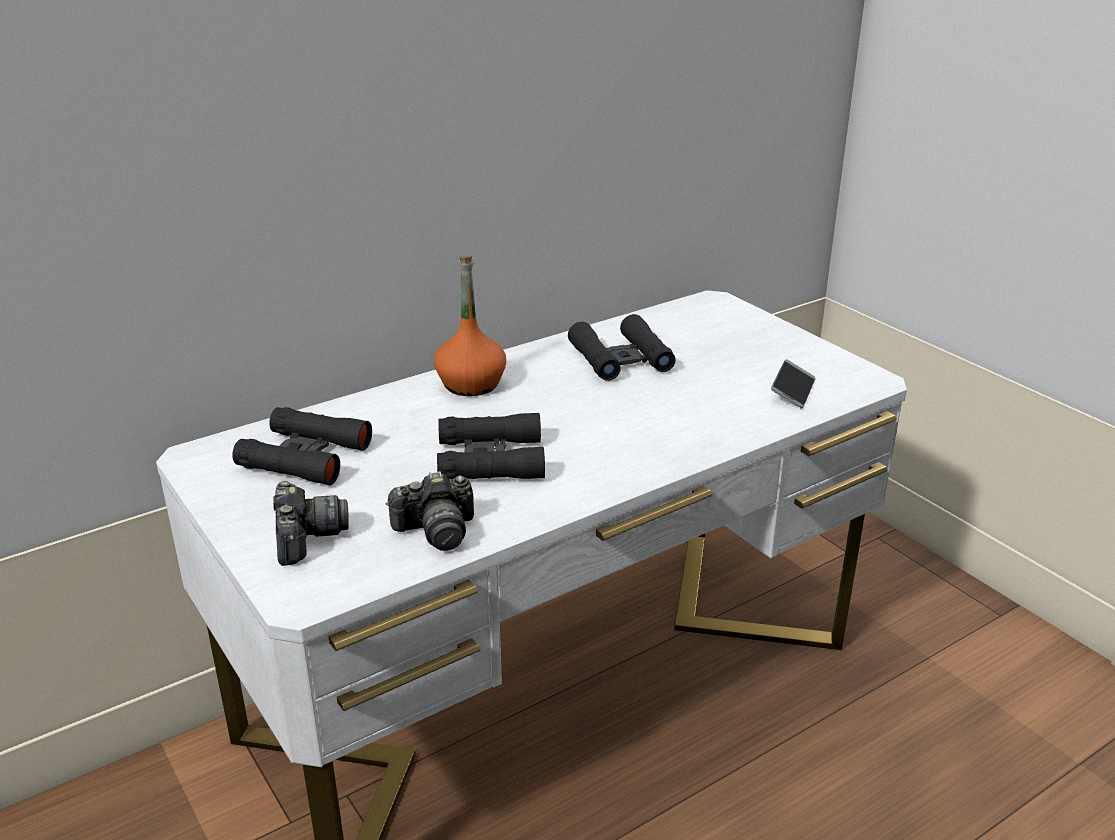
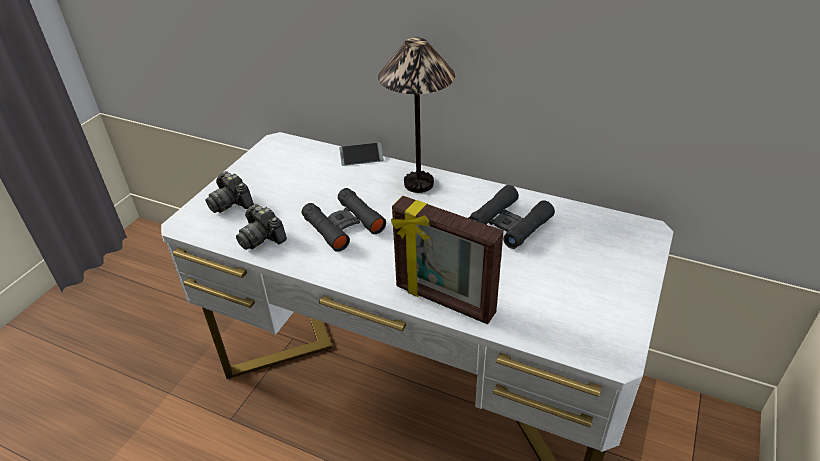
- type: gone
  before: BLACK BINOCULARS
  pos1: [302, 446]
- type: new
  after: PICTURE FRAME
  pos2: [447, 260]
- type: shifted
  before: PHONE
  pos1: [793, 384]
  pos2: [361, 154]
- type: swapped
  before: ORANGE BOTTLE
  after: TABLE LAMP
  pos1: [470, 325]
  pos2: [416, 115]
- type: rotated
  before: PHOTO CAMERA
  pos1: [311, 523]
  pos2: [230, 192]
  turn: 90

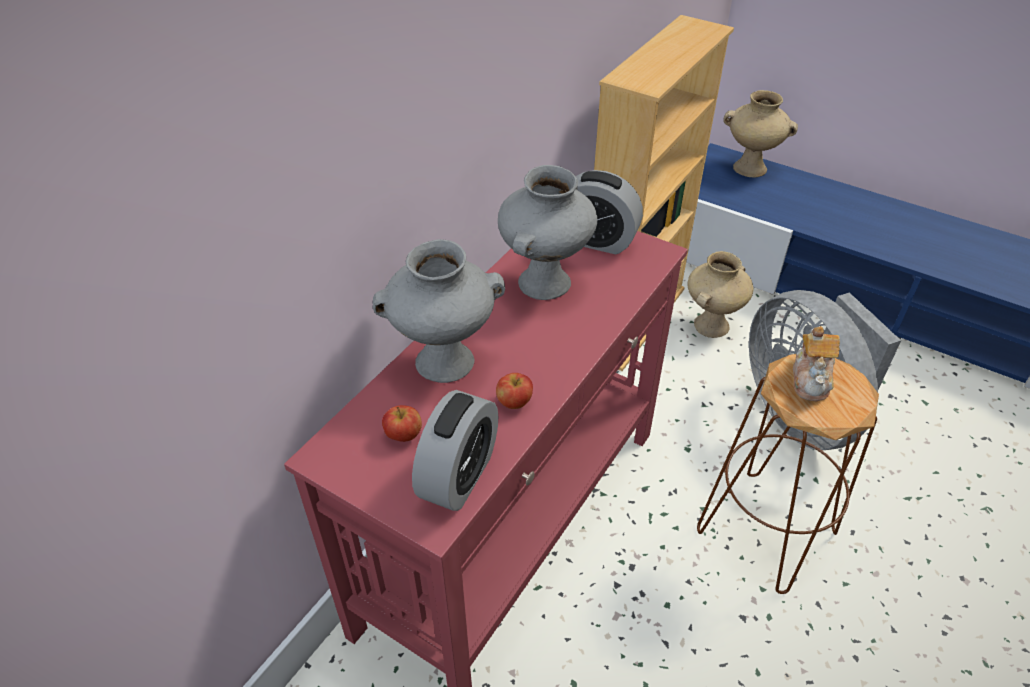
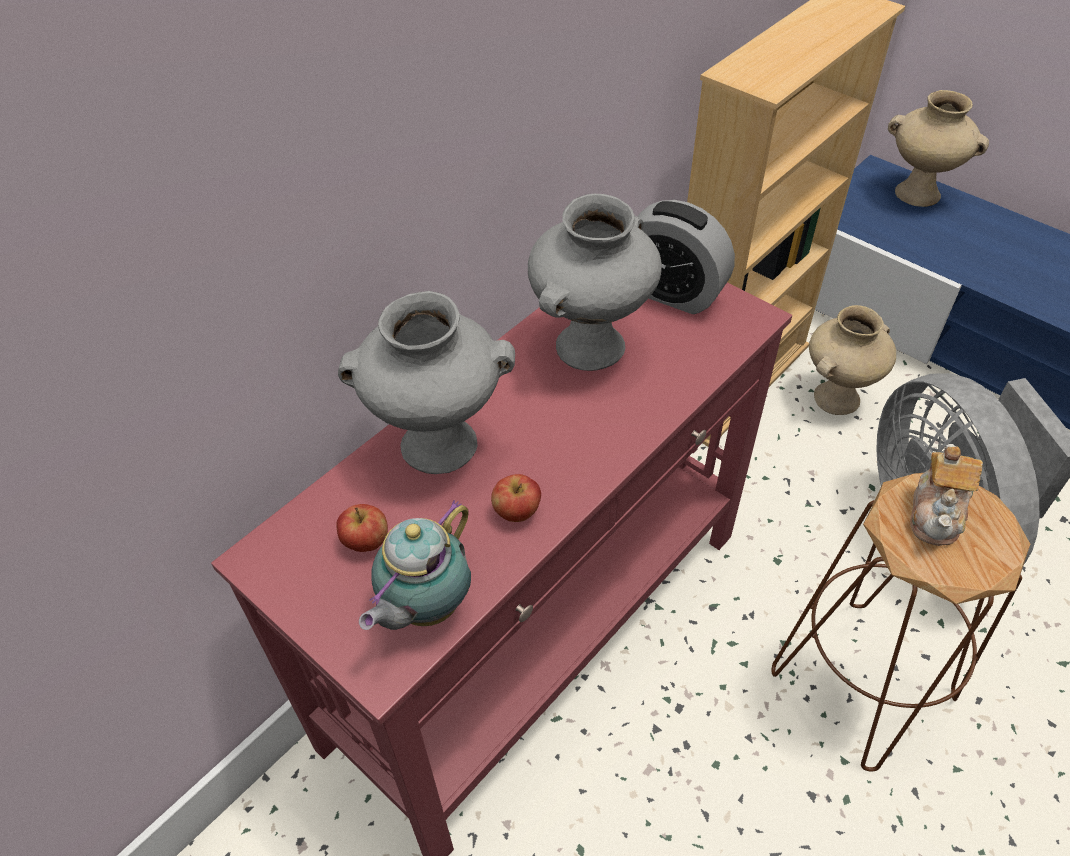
- type: swapped
  before: ALARM CLOCK
  after: TEAPOT
  pos1: [455, 450]
  pos2: [415, 565]

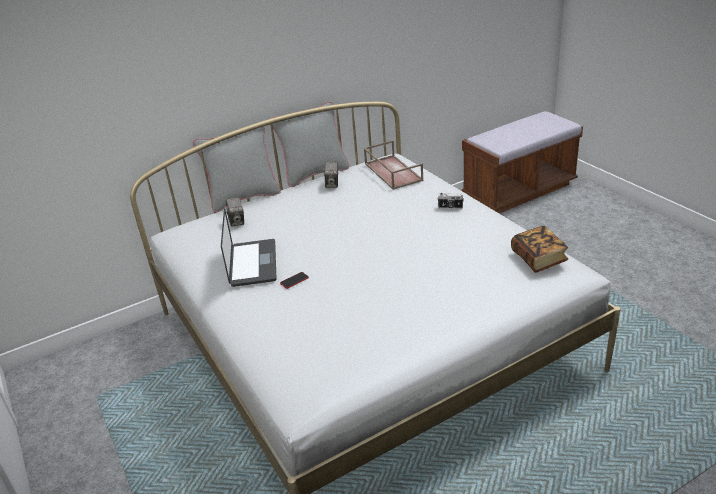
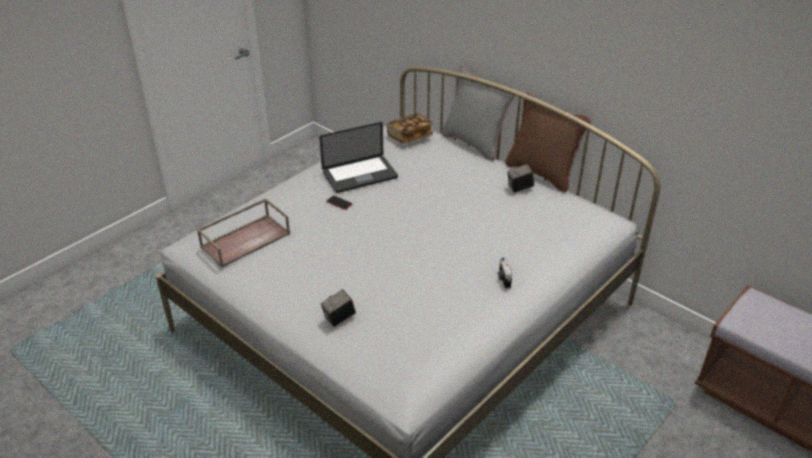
- type: shifted
  before: PHOTO CAMERA
  pos1: [235, 212]
  pos2: [338, 308]
- type: shifted
  before: BROWN TRAY
  pos1: [394, 165]
  pos2: [243, 233]
- type: shifted
  before: BOOK
  pos1: [539, 249]
  pos2: [410, 128]
- type: repainted
  before: GREY PILLOW
  after: BROWN PILLOW
  pos1: [310, 144]
  pos2: [548, 143]

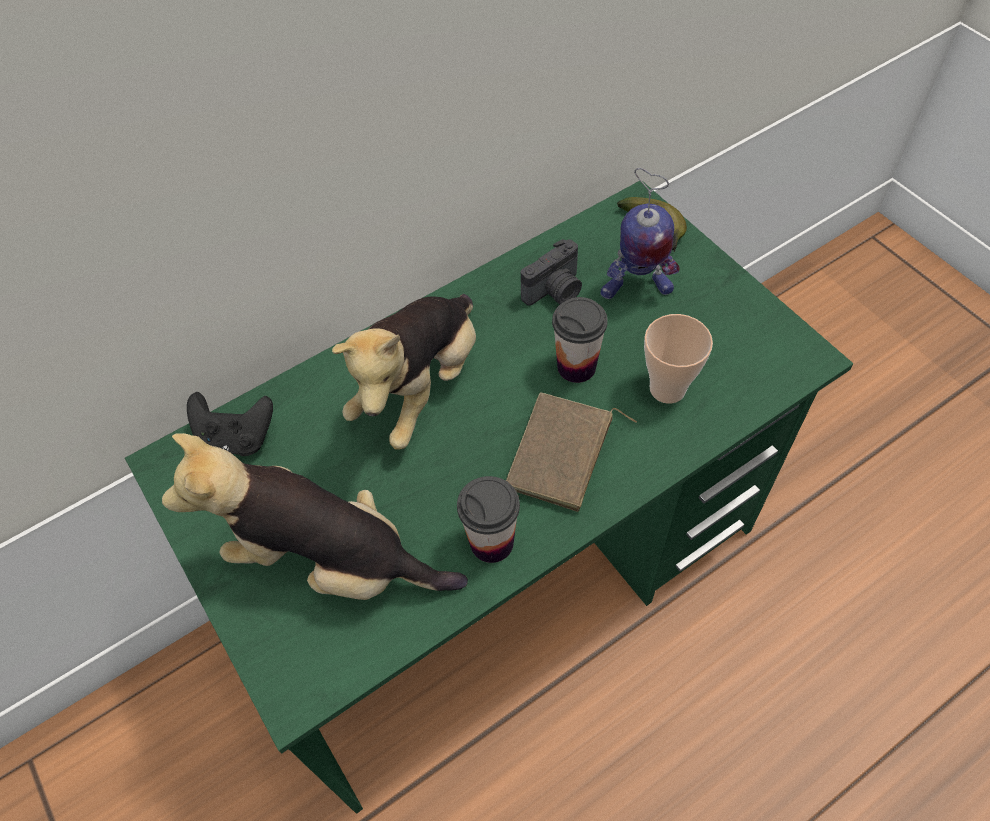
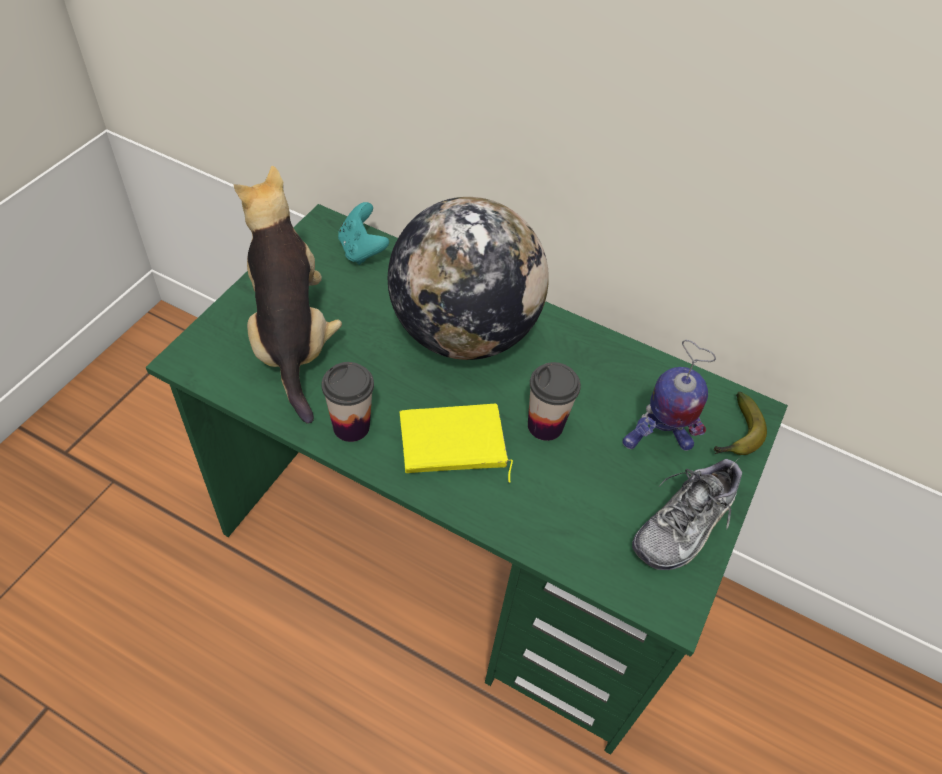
- type: gone
  before: PHOTO CAMERA
  pos1: [551, 272]
- type: gone
  before: CUP
  pos1: [678, 359]
- type: new
  after: SHOE
  pos2: [687, 514]
- type: swapped
  before: PLUSH TOY
  after: GLOBE
  pos1: [404, 371]
  pos2: [468, 278]
- type: repainted
  before: BLACK GAME CONTROLLER
  after: TURQUOISE GAME CONTROLLER
  pos1: [230, 424]
  pos2: [363, 233]
- type: repainted
  before: BROWN BOOK
  after: YELLOW BOOK
  pos1: [571, 452]
  pos2: [456, 443]
- type: rotated
  before: TOY ROBOT
  pos1: [640, 233]
  pos2: [669, 395]
  turn: -60

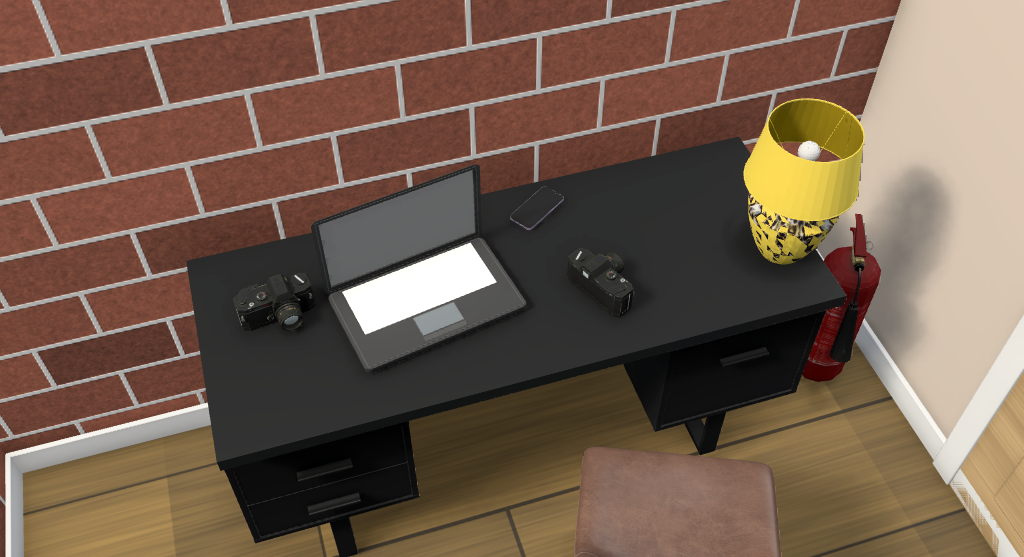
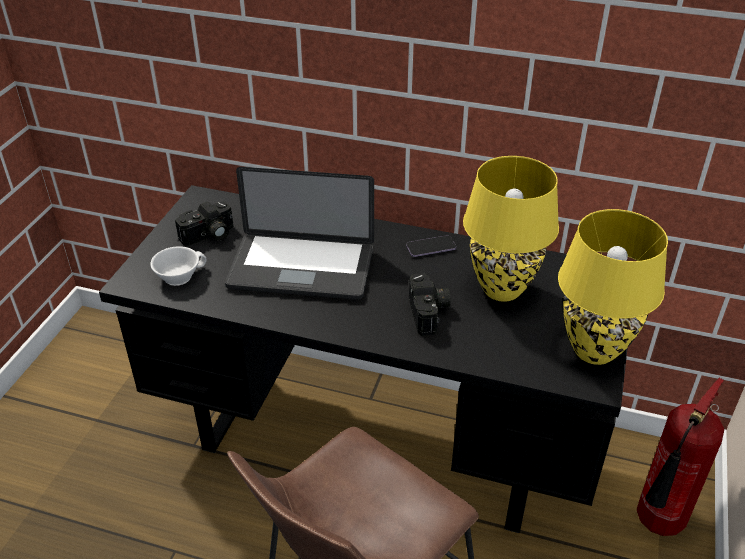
- type: new
  after: WHITE CUP
  pos2: [178, 266]
- type: new
  after: YELLOW TABLE LAMP
  pos2: [511, 229]
- type: rotated
  before: PHOTO CAMERA
  pos1: [274, 302]
  pos2: [204, 223]
  turn: -45

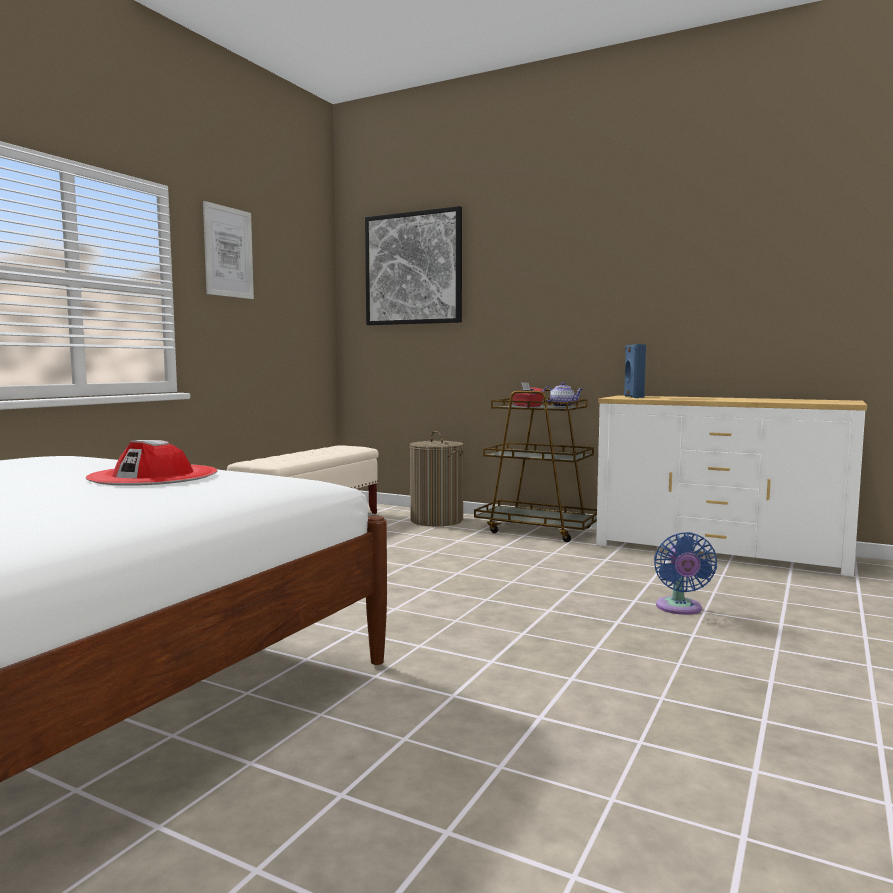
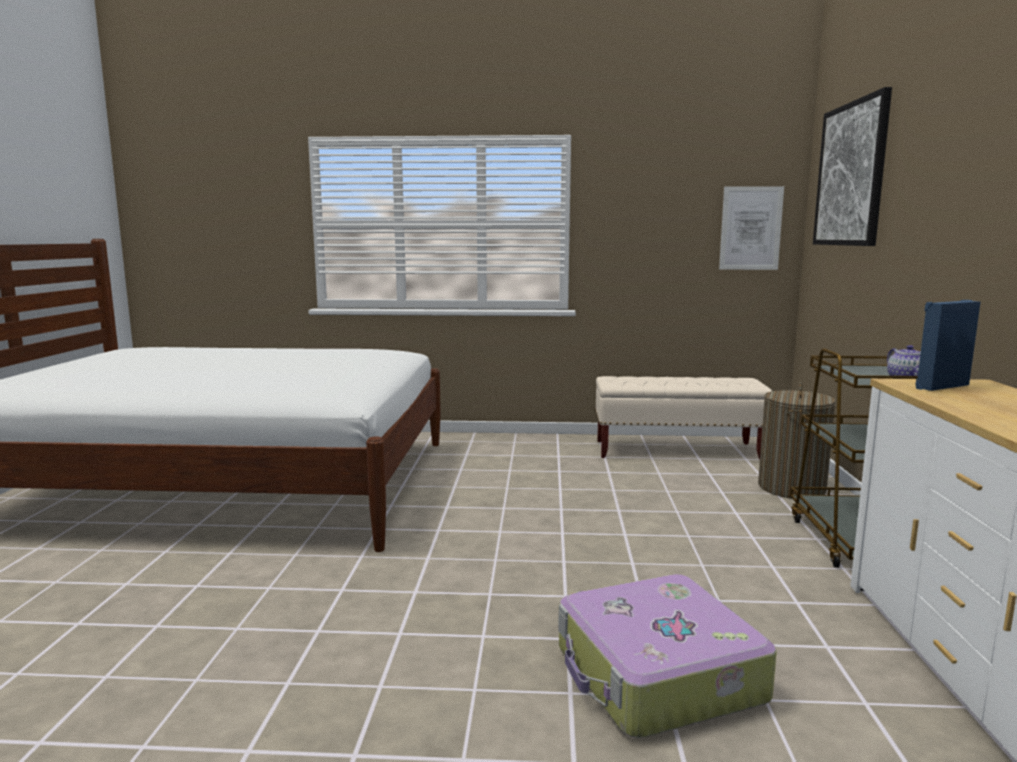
- type: gone
  before: RED HAT
  pos1: [151, 463]
- type: gone
  before: RED TISSUE BOX
  pos1: [527, 394]
- type: shifted
  before: PICTURE
  pos1: [228, 250]
  pos2: [751, 228]
- type: swapped
  before: BLUE FAN
  after: SUITCASE
  pos1: [685, 573]
  pos2: [667, 656]

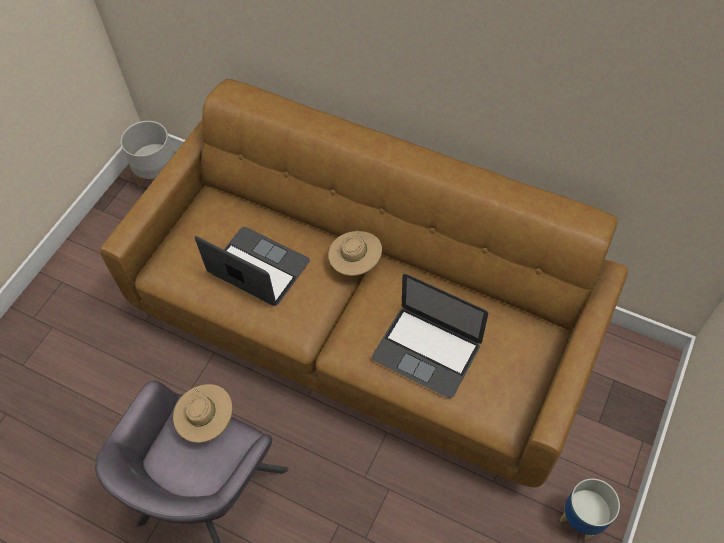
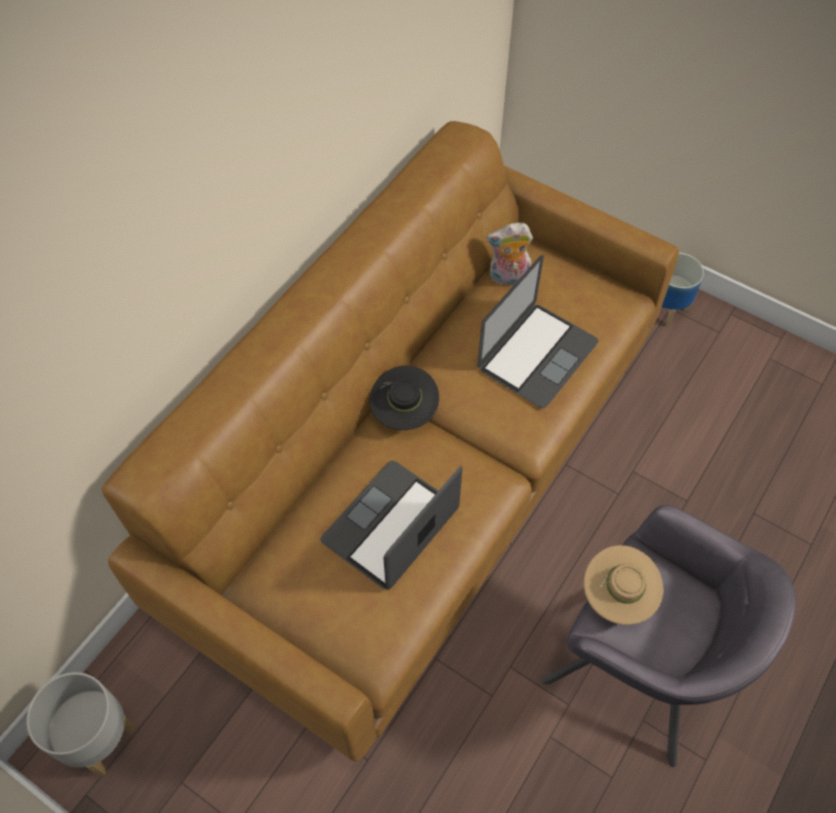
- type: new
  after: PLUSH TOY
  pos2: [509, 254]
- type: repainted
  before: BEIGE HAT
  after: BLACK HAT
  pos1: [355, 253]
  pos2: [404, 398]

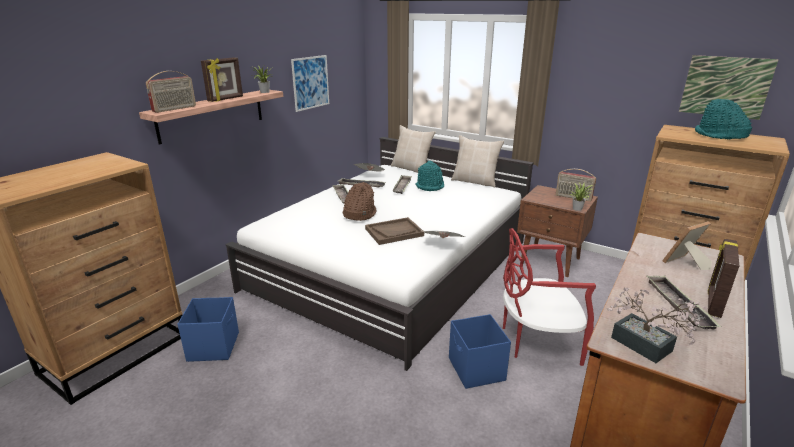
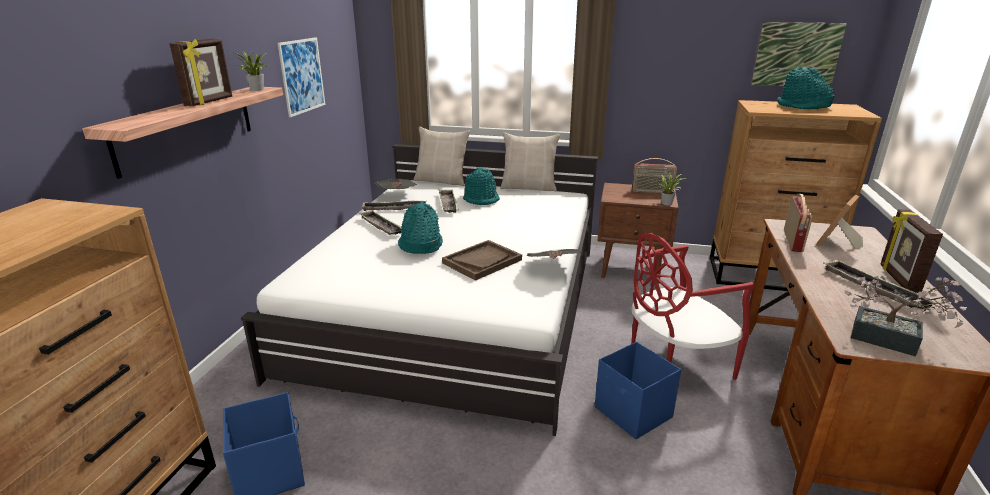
- type: shifted
  before: RADIO
  pos1: [171, 92]
  pos2: [798, 223]
- type: repainted
  before: BROWN HAT
  after: TURQUOISE HAT
  pos1: [359, 201]
  pos2: [420, 228]

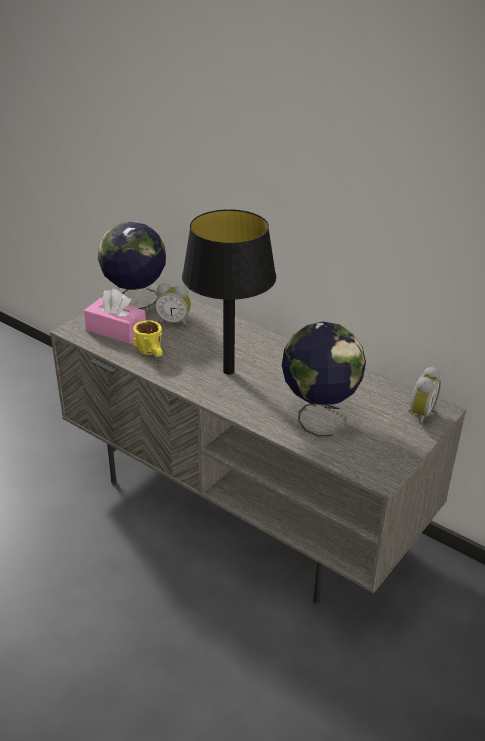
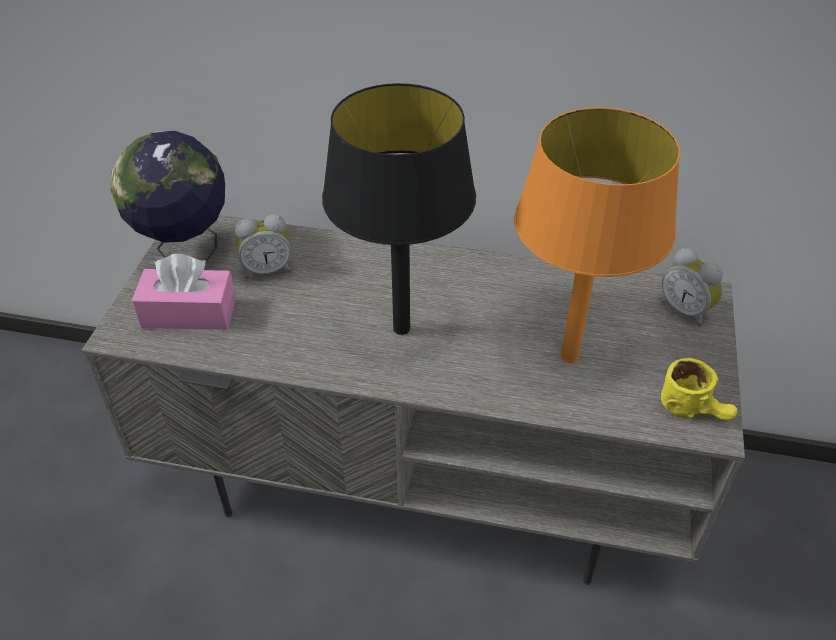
- type: shifted
  before: YELLOW MUG
  pos1: [147, 338]
  pos2: [699, 389]
- type: swapped
  before: GLOBE
  after: ORANGE TABLE LAMP
  pos1: [324, 379]
  pos2: [597, 235]
- type: rotated
  before: ALARM CLOCK
  pos1: [425, 395]
  pos2: [692, 287]
  turn: 135

